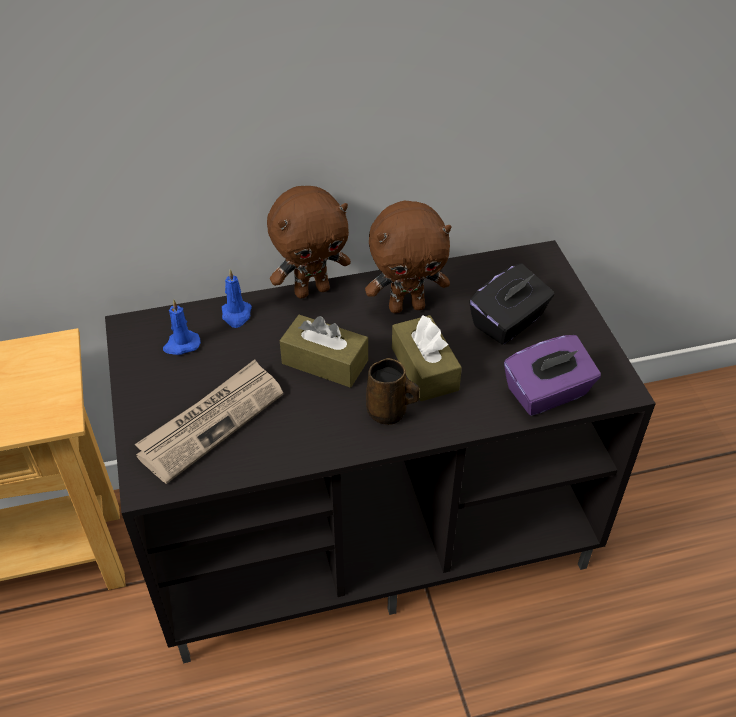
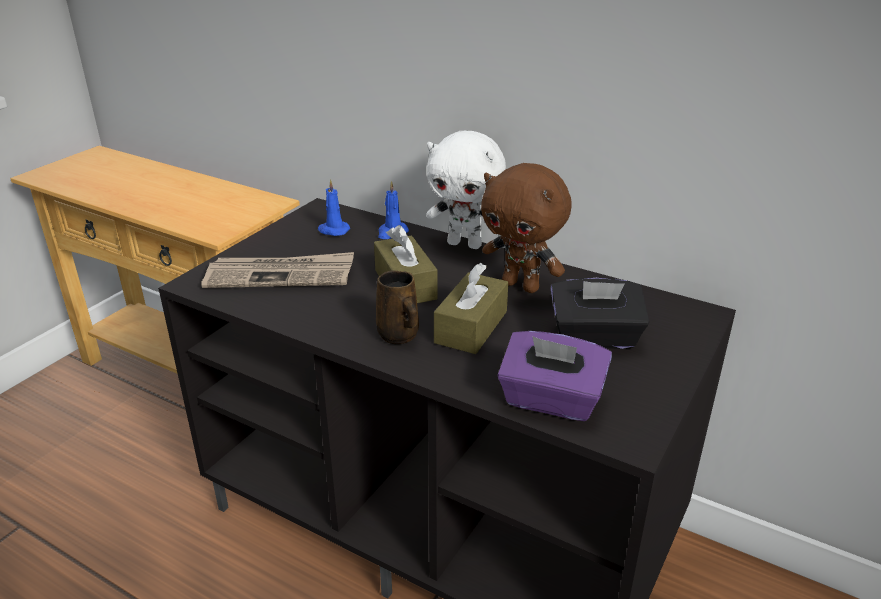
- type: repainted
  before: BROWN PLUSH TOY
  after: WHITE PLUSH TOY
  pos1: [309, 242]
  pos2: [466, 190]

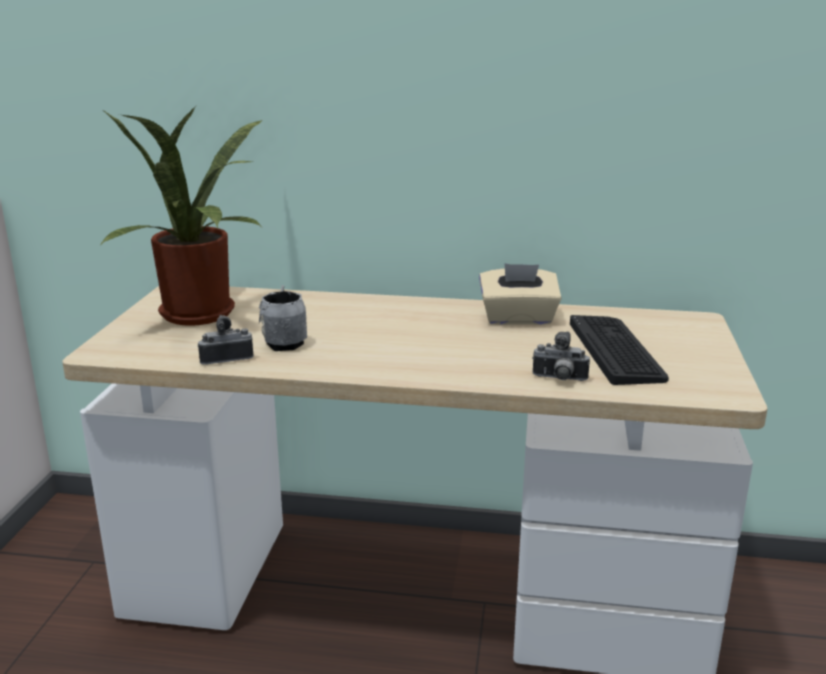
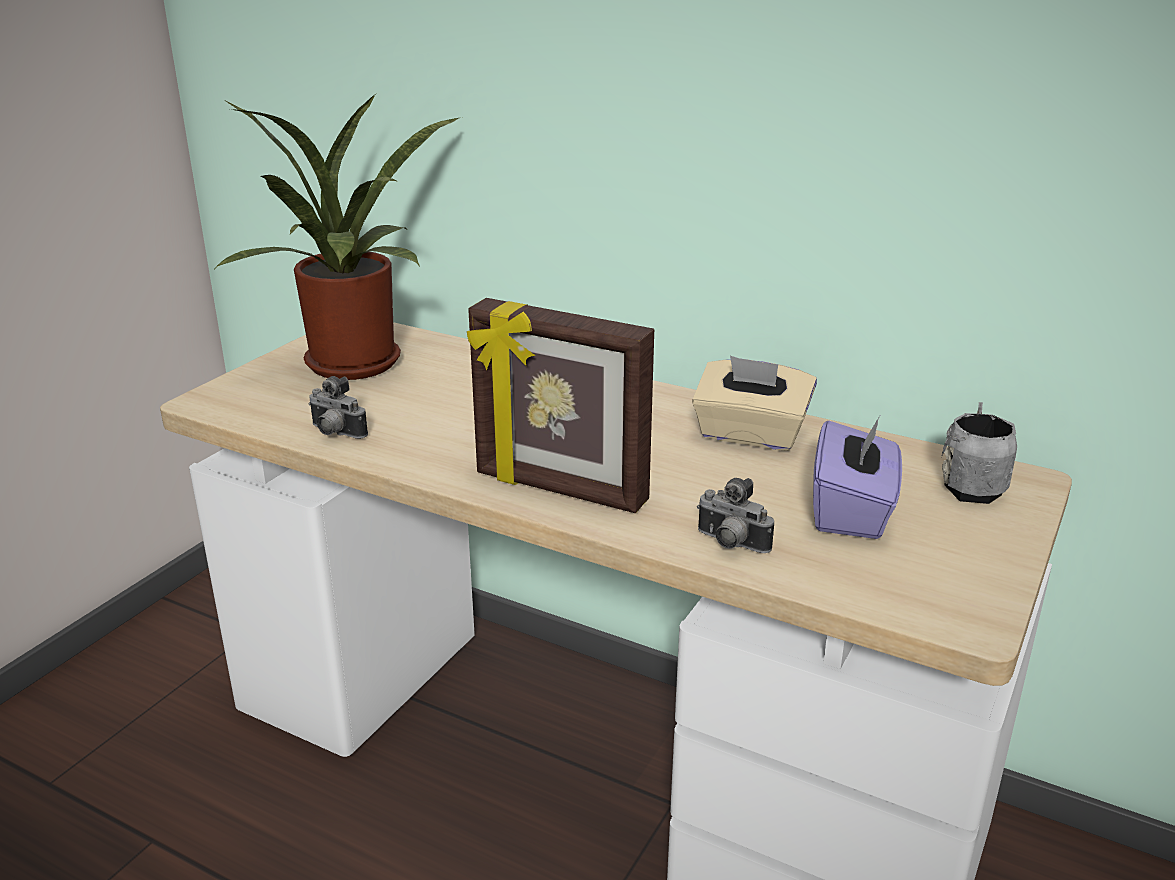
- type: new
  after: PICTURE FRAME
  pos2: [560, 405]
- type: shifted
  before: GREY MUG
  pos1: [283, 318]
  pos2: [979, 453]
- type: swapped
  before: KEYBOARD
  after: PURPLE TISSUE BOX
  pos1: [619, 350]
  pos2: [857, 476]
- type: rotated
  before: PHOTO CAMERA
  pos1: [225, 340]
  pos2: [338, 407]
  turn: -150

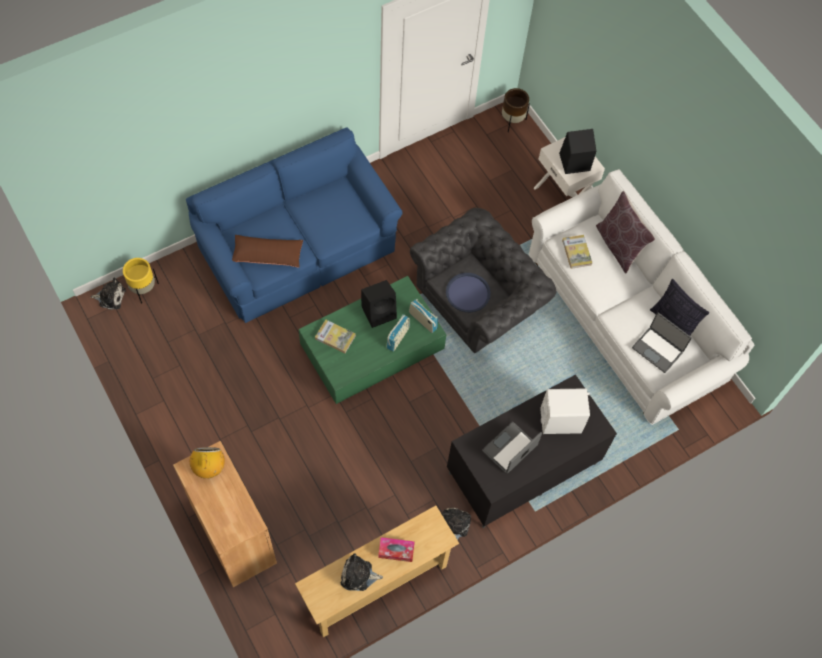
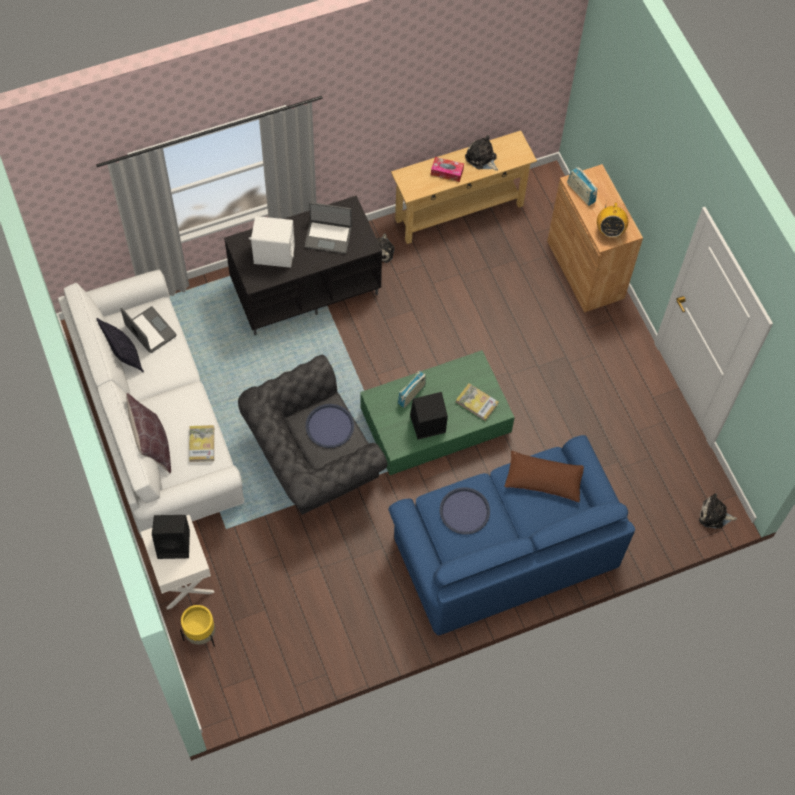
- type: gone
  before: BROWN PLANTER
  pos1: [516, 110]
- type: new
  after: BLUE TRAY
  pos2: [465, 511]
- type: shifted
  before: YELLOW PLANTER
  pos1: [141, 280]
  pos2: [197, 625]
- type: shifted
  before: RADIO
  pos1: [423, 316]
  pos2: [582, 186]
- type: rotated
  before: PLUSH TOY
  pos1: [362, 572]
  pos2: [482, 153]
  turn: -150
- type: rotated
  before: LAPTOP
  pos1: [512, 448]
  pos2: [328, 228]
  turn: 45

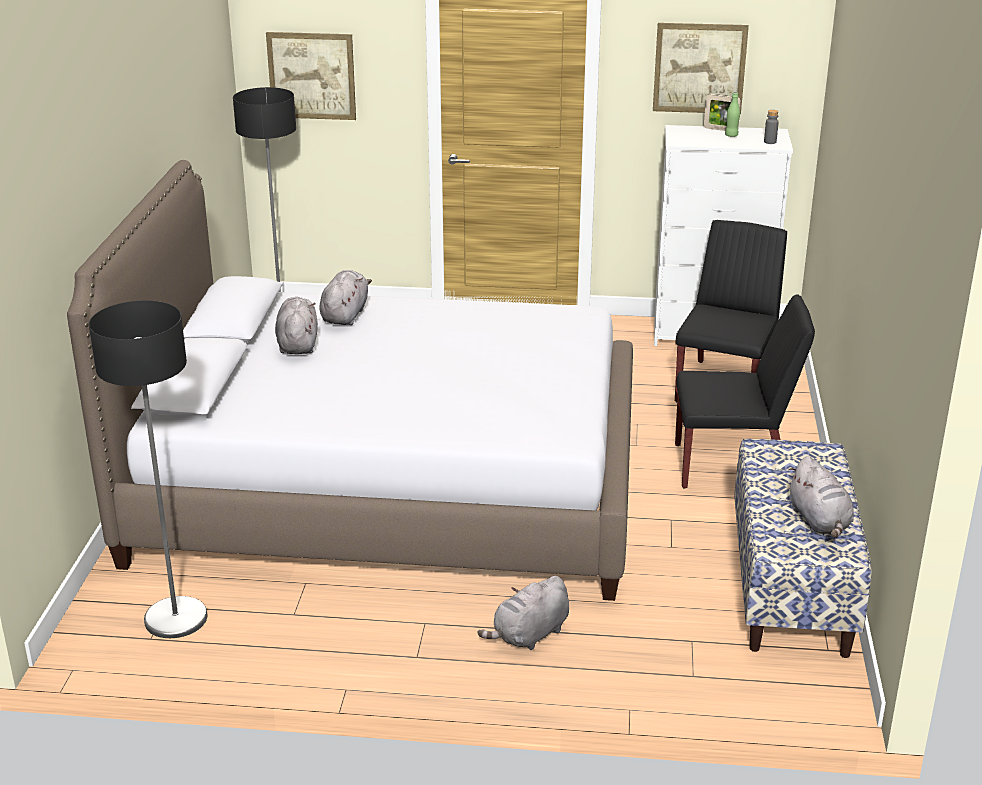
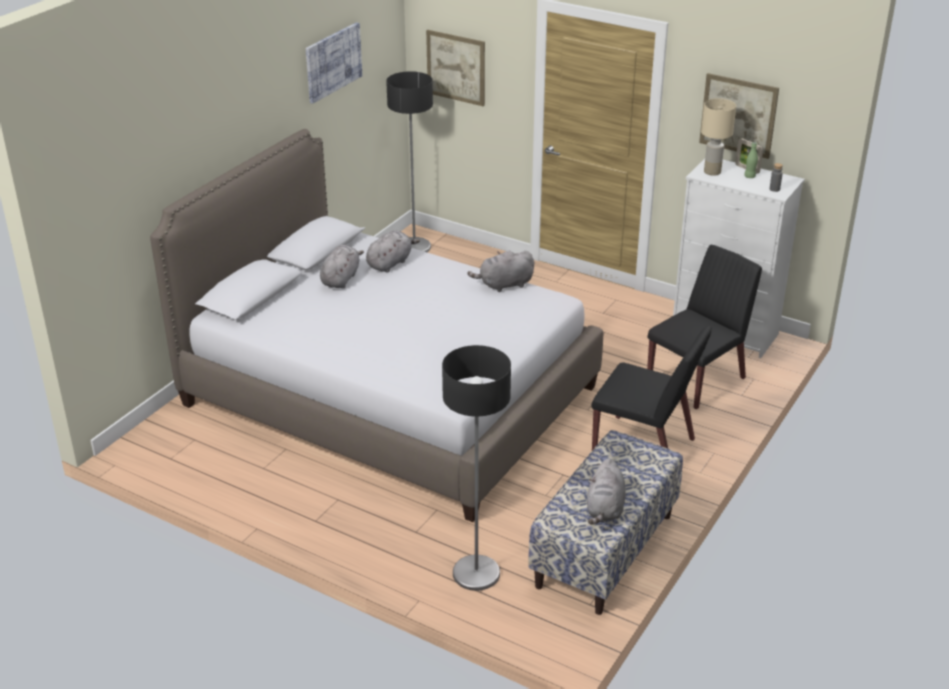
- type: new
  after: PICTURE
  pos2: [334, 63]
- type: new
  after: BEIGE TABLE LAMP
  pos2: [718, 137]
- type: shifted
  before: FLOOR LAMP
  pos1: [148, 469]
  pos2: [476, 468]
- type: shifted
  before: GREY PLUSH TOY
  pos1: [523, 613]
  pos2: [500, 271]

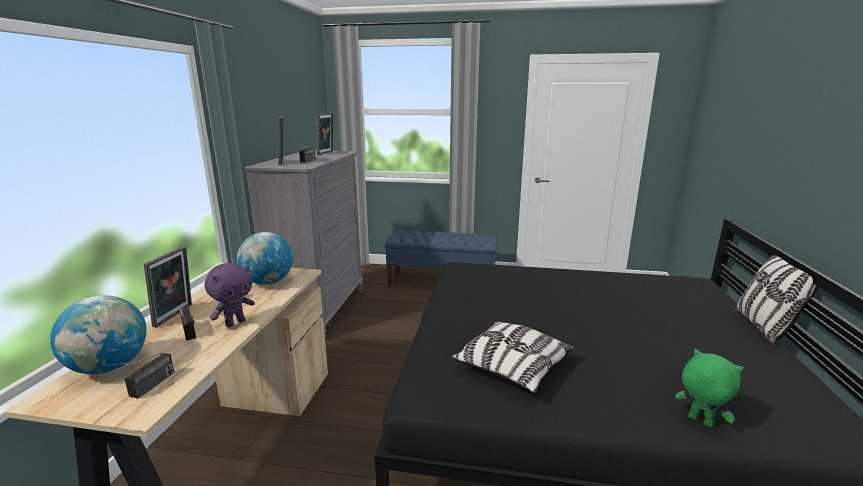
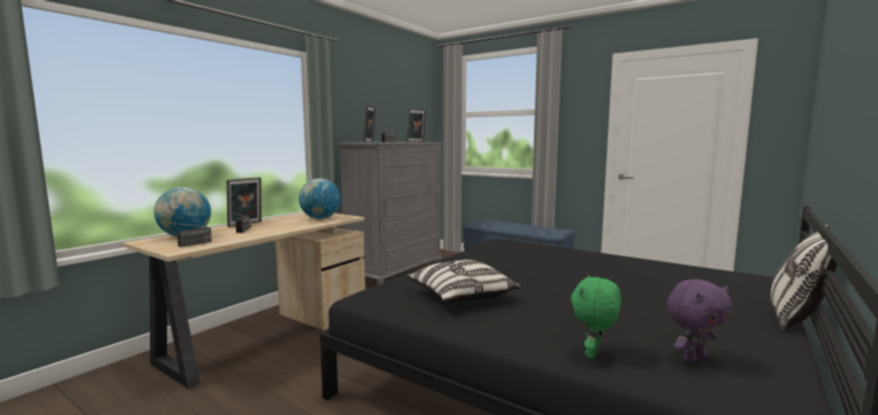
- type: shifted
  before: PURPLE PLUSH TOY
  pos1: [229, 295]
  pos2: [699, 321]
- type: rotated
  before: GREEN PLUSH TOY
  pos1: [709, 388]
  pos2: [596, 317]
  turn: -135

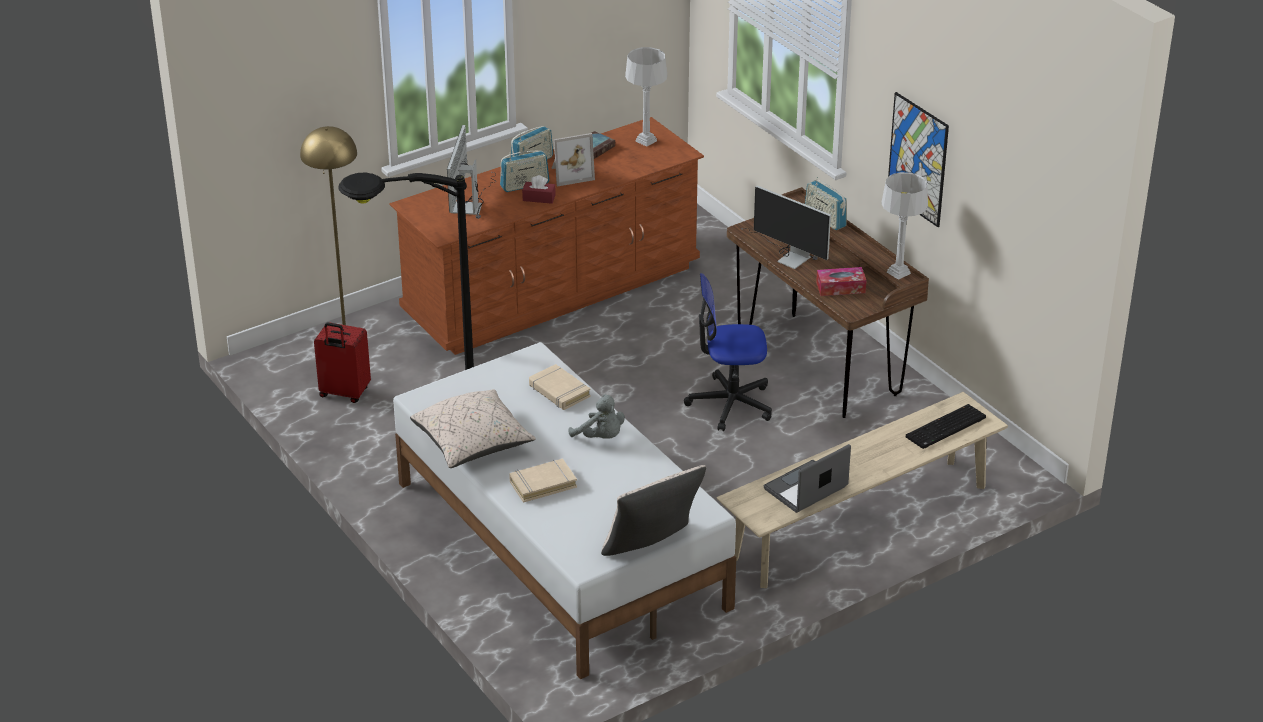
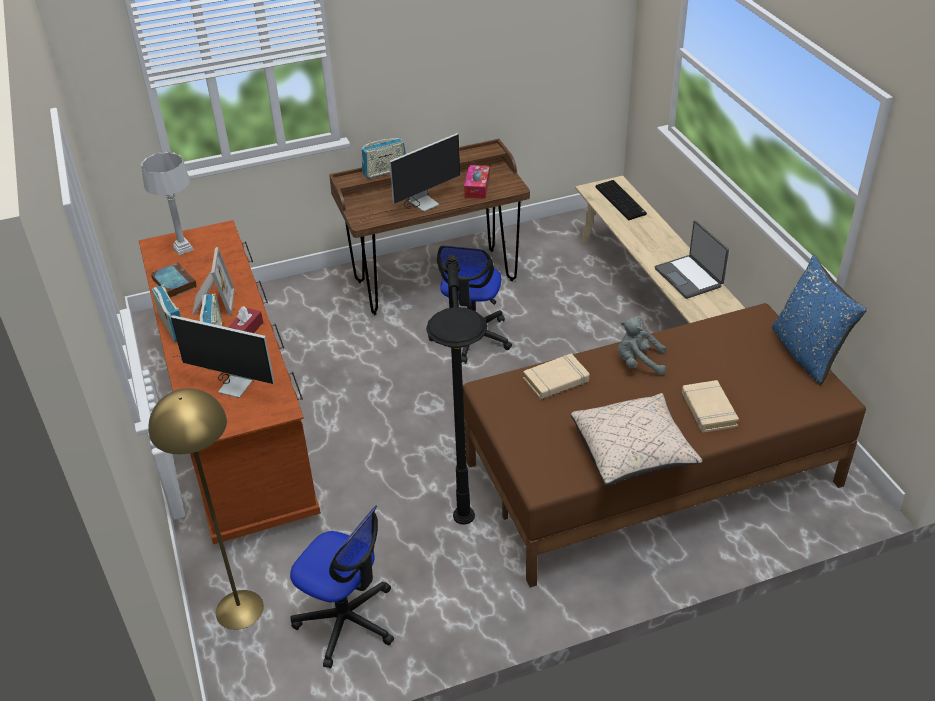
- type: gone
  before: GREY TABLE LAMP
  pos1: [904, 226]
- type: gone
  before: PICTURE
  pos1: [918, 159]
- type: swapped
  before: RED SUITCASE
  after: OFFICE CHAIR
  pos1: [342, 362]
  pos2: [342, 586]
- type: repainted
  before: WHITE BED
  after: BROWN BED
  pos1: [564, 510]
  pos2: [664, 445]
- type: repainted
  before: BEIGE PILLOW
  after: BLUE PILLOW
  pos1: [653, 510]
  pos2: [819, 320]
- type: rotated
  before: GREY PLUSH TOY
  pos1: [596, 416]
  pos2: [642, 346]
  turn: -135

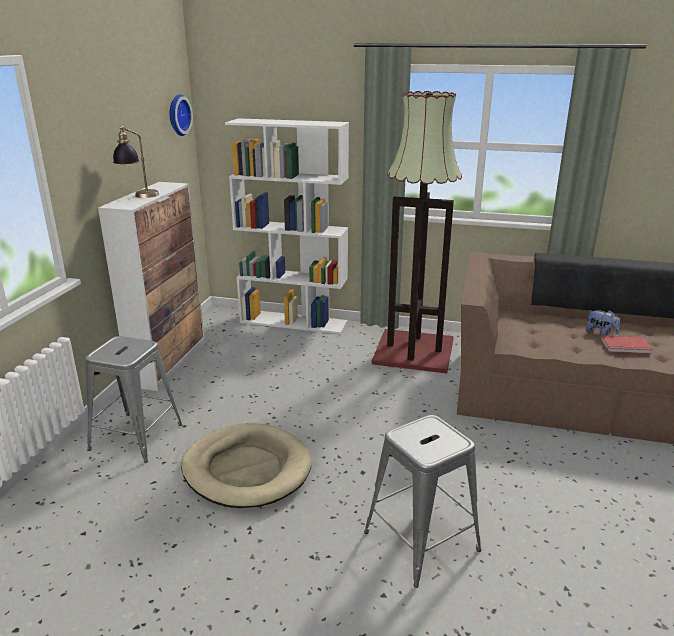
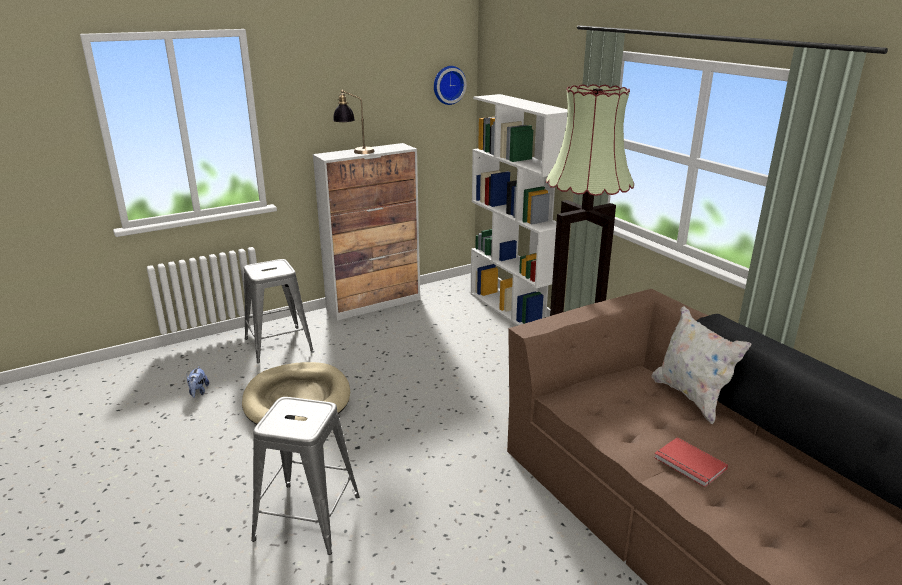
- type: new
  after: WHITE PILLOW
  pos2: [701, 365]
- type: shifted
  before: PLUSH TOY
  pos1: [603, 322]
  pos2: [198, 382]

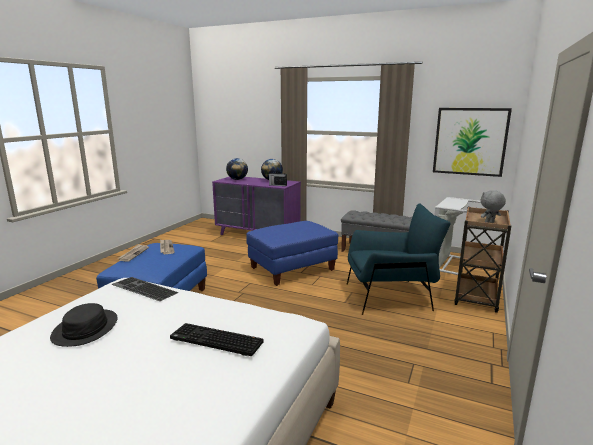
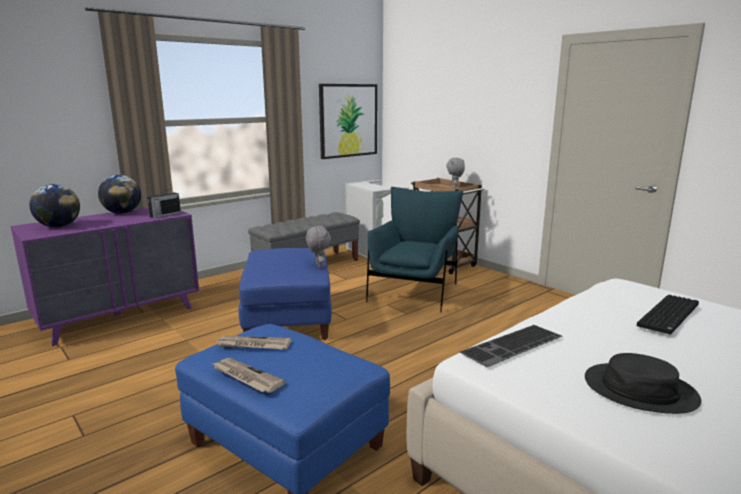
- type: new
  after: GREY PLUSH TOY
  pos2: [318, 247]

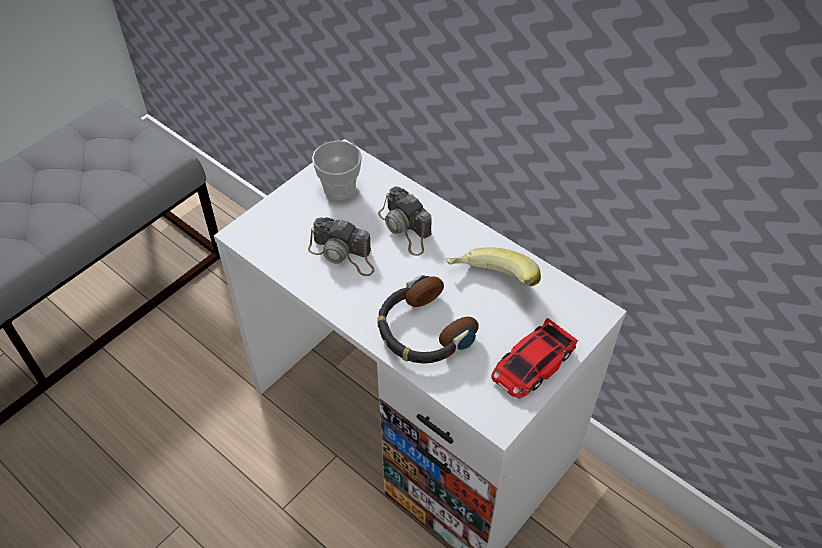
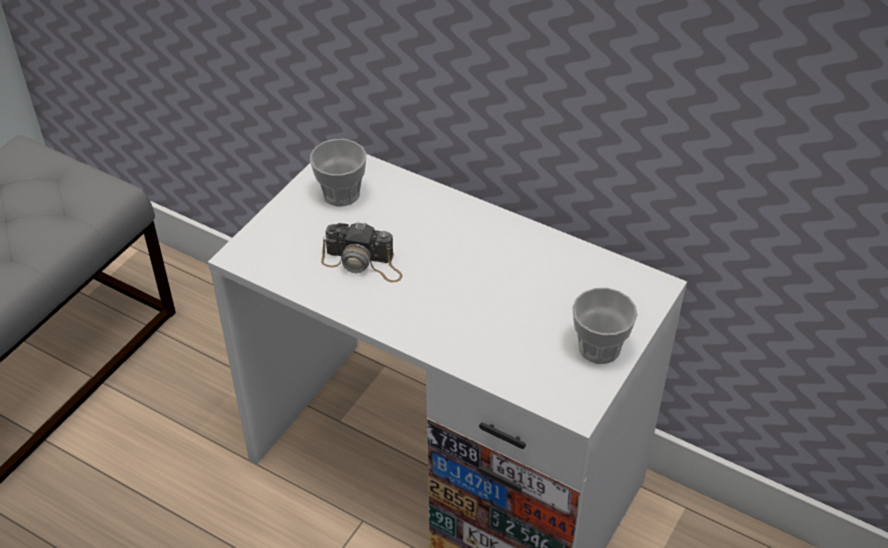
- type: gone
  before: HEADPHONES
  pos1: [428, 319]
- type: gone
  before: PHOTO CAMERA
  pos1: [405, 221]
- type: gone
  before: BANANA
  pos1: [493, 267]
- type: swapped
  before: TOY CAR
  after: CUP
  pos1: [534, 358]
  pos2: [605, 326]

